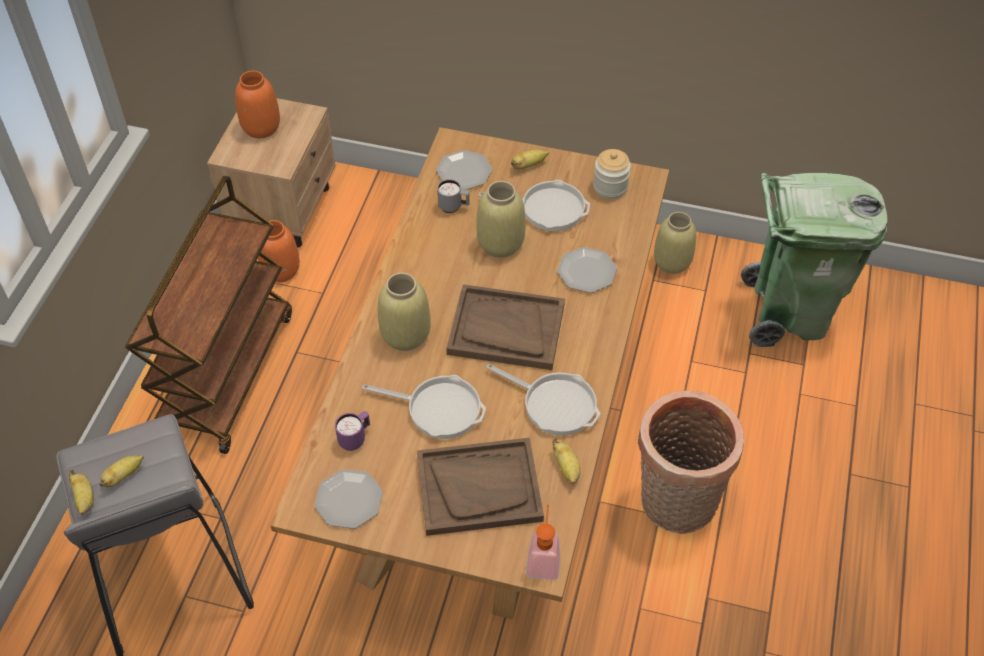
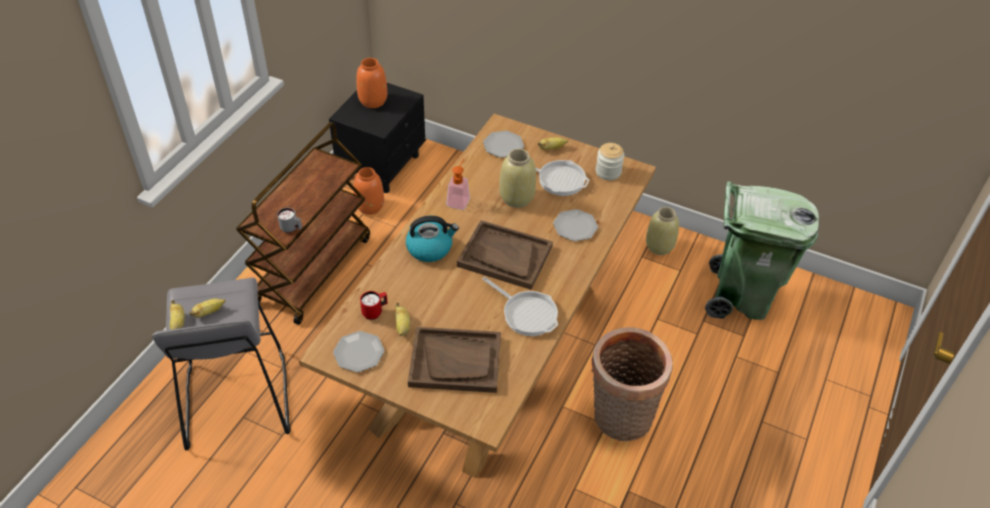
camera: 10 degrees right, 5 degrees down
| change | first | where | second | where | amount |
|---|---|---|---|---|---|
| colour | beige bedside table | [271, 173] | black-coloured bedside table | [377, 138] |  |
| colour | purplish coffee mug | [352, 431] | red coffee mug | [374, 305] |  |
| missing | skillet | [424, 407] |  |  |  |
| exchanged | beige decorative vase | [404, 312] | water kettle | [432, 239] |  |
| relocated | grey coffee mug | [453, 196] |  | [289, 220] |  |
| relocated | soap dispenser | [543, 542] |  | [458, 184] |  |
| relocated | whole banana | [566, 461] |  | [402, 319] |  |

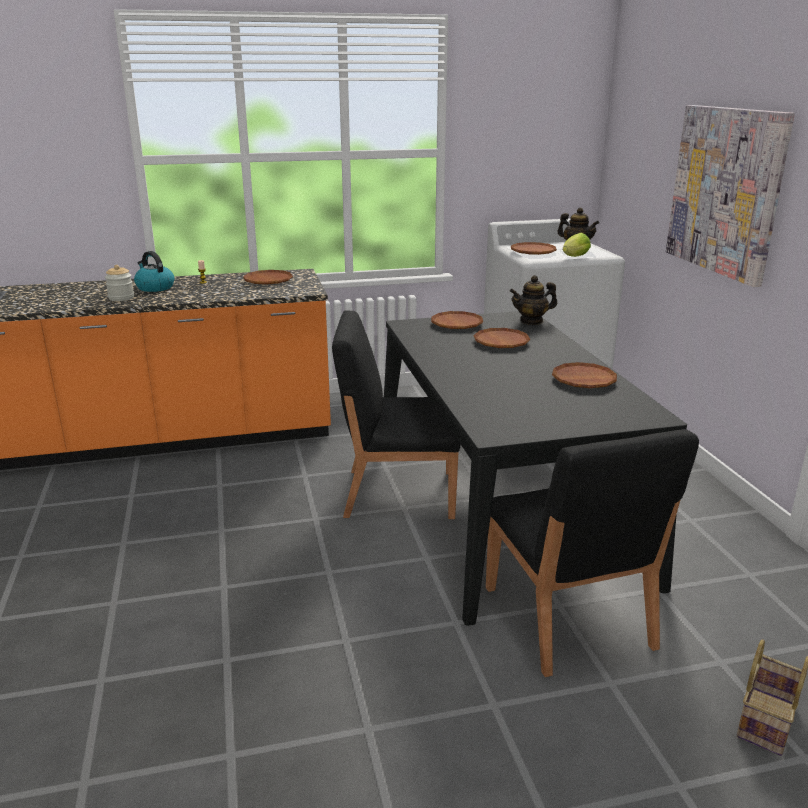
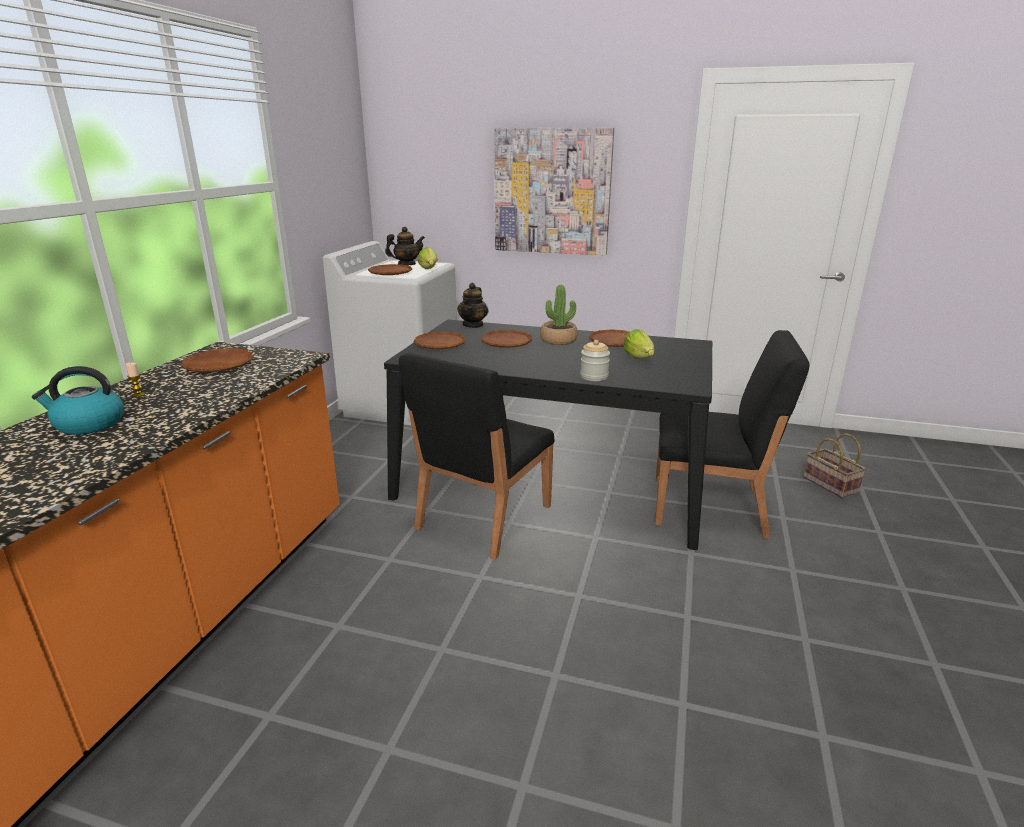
camera: 60 degrees left, 0 degrees up
| change | first | where | second | where | amount |
|---|---|---|---|---|---|
| relocated | storage jar | [119, 283] |  | [595, 360] |  |
| appeared |  |  | houseplant | [559, 315] |  |
| appeared |  |  | head of lettuce | [638, 344] |  |

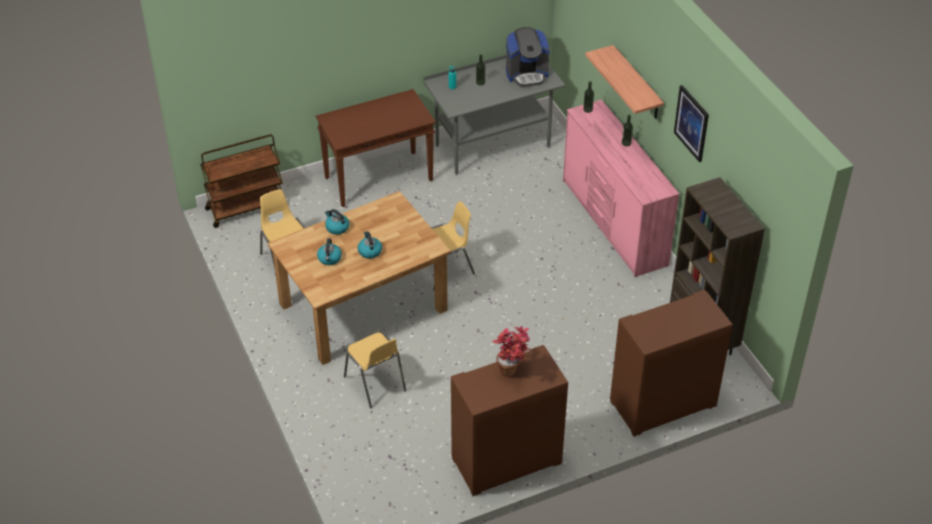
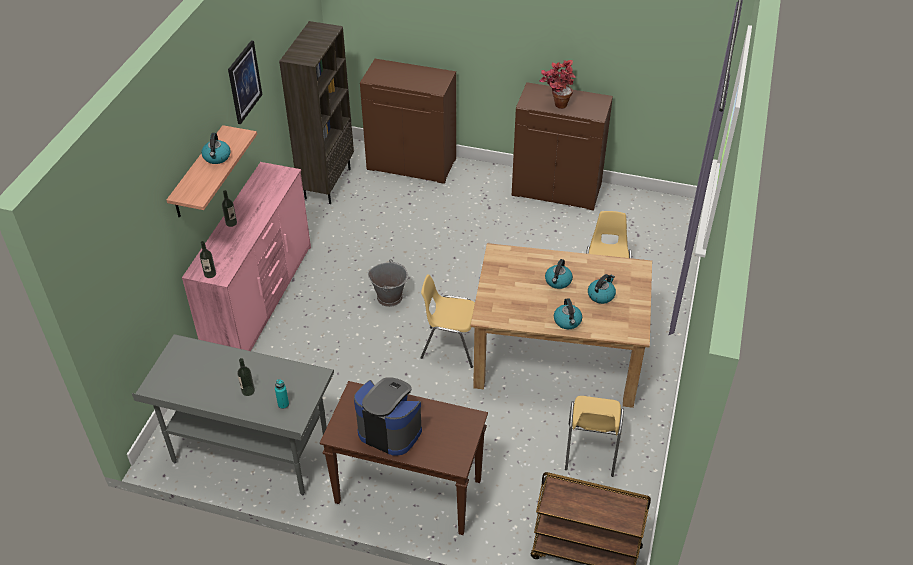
camera: 140 degrees left, 0 degrees up
| change | first | where | second | where | amount |
|---|---|---|---|---|---|
| relocated | coffee maker | [528, 57] |  | [388, 416] |  |
| appeared |  |  | water kettle | [215, 148] |  |
| appeared |  |  | grey pail | [388, 283] |  |

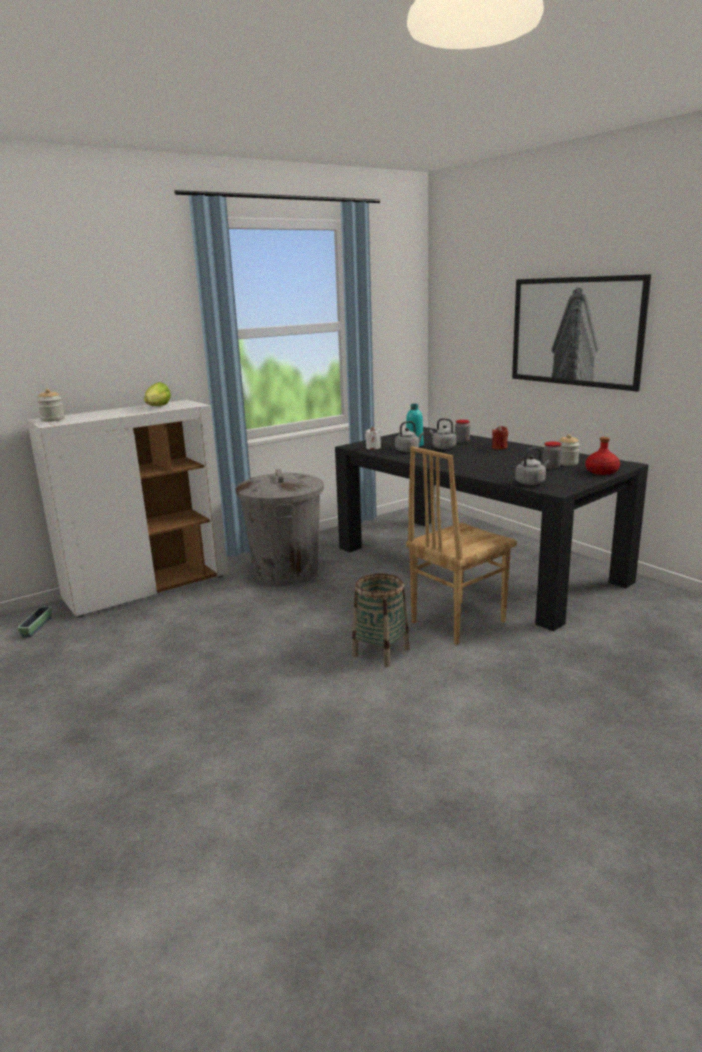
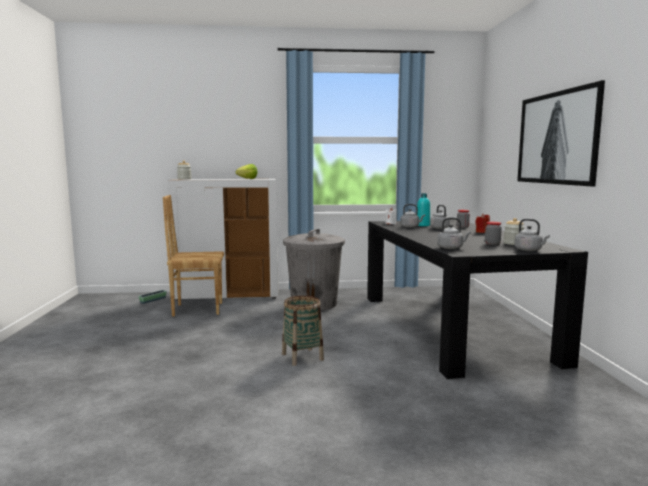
camera: 30 degrees right, 10 degrees down
| change | first | where | second | where | amount |
|---|---|---|---|---|---|
| relocated | brown-coloured chair | [461, 545] |  | [193, 255] |  |
| exchanged | red drink bottle | [602, 456] | grey water kettle | [532, 235] |  |

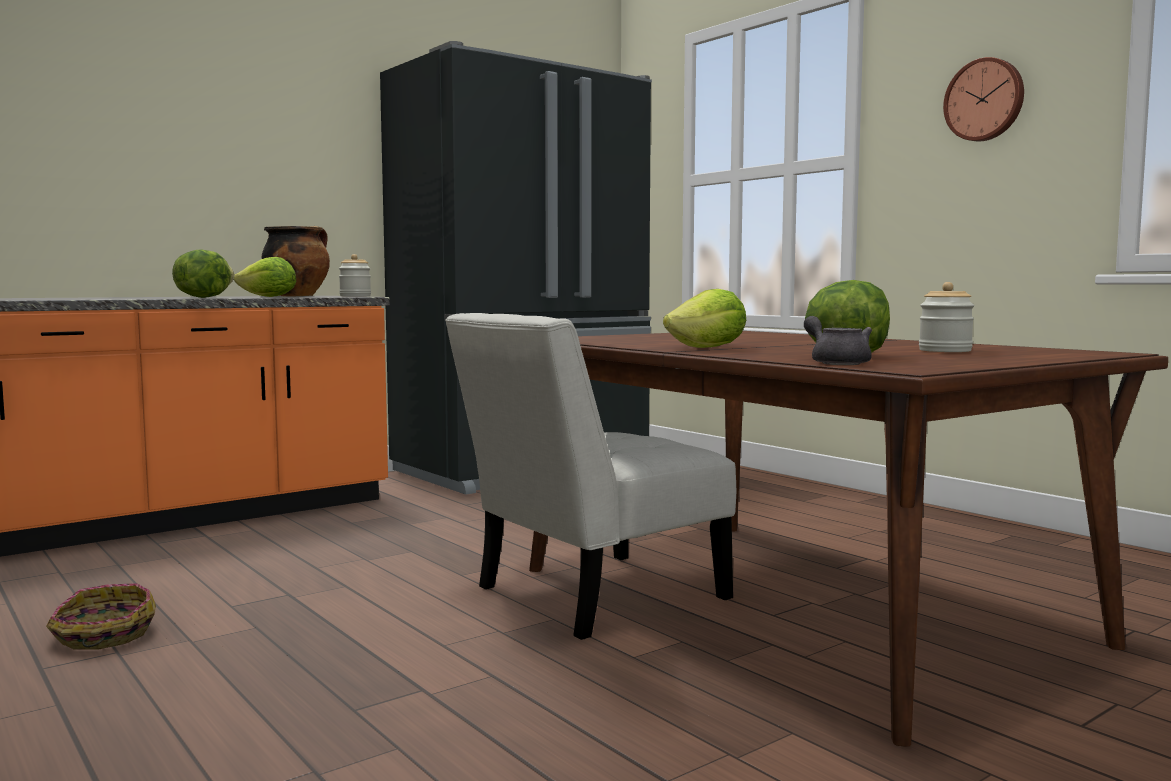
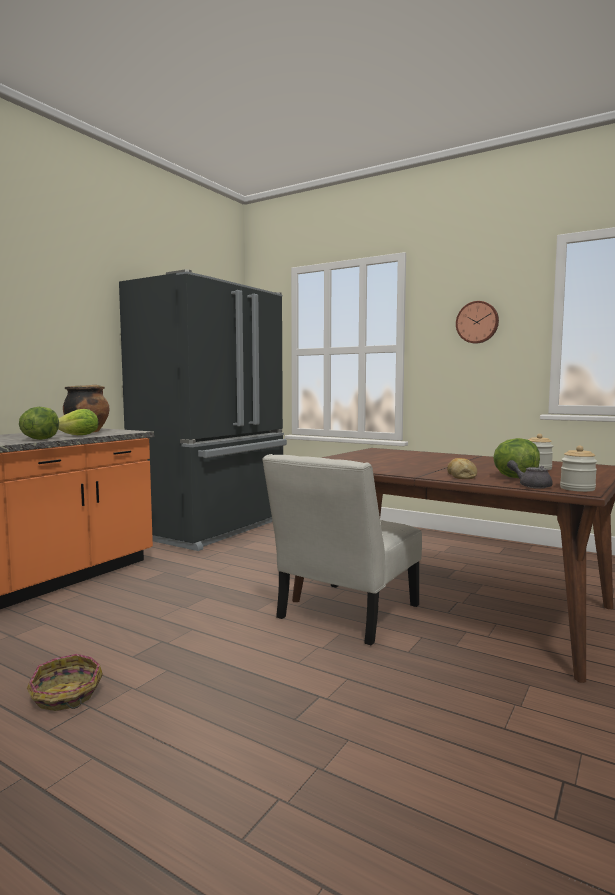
camera: 20 degrees left, 0 degrees up
| change | first | where | second | where | amount |
|---|---|---|---|---|---|
| relocated | storage jar | [355, 275] |  | [578, 469] |  |
| missing | head of lettuce | [704, 318] |  |  |  |
| appeared |  |  | bakery bread | [462, 468] |  |

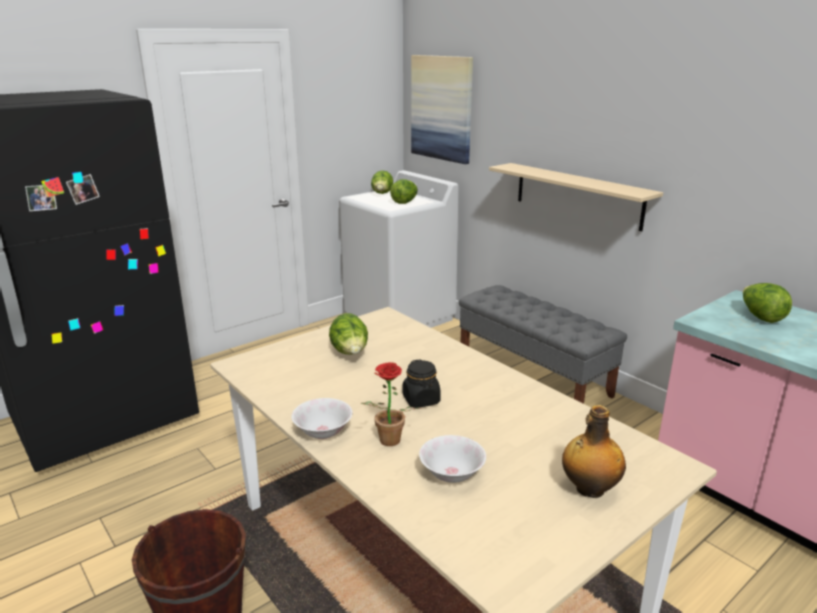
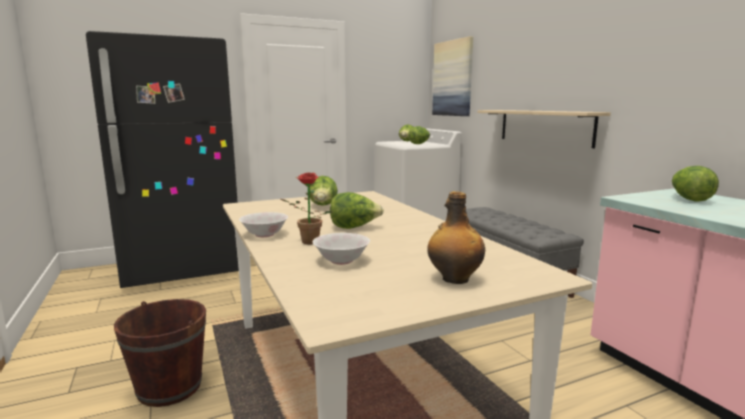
camera: 15 degrees right, 10 degrees down
| change | first | where | second | where | amount |
|---|---|---|---|---|---|
| exchanged | black-coloured storage jar | [422, 383] | head of lettuce | [357, 210] |  |

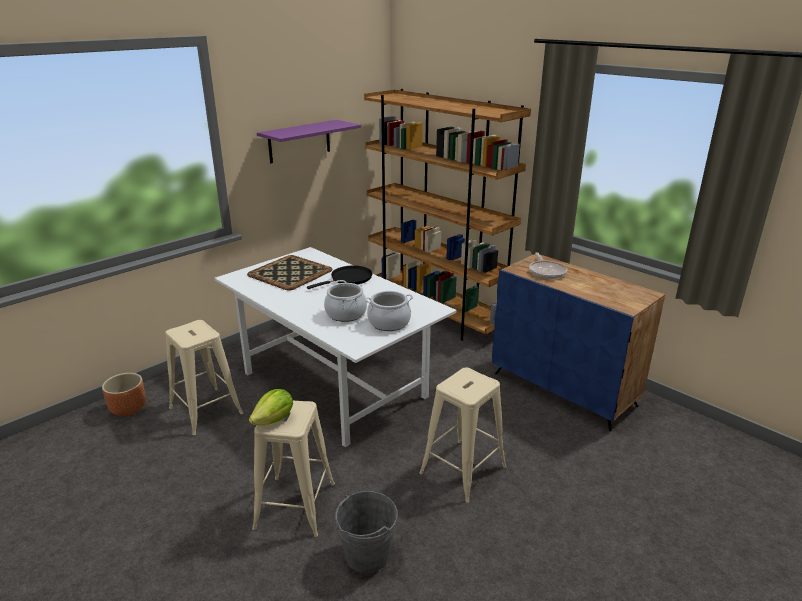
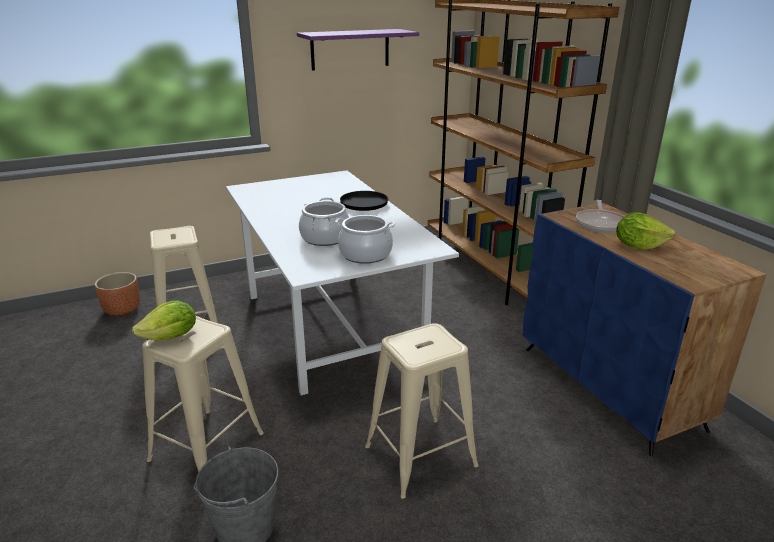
camera: 20 degrees right, 0 degrees up
| change | first | where | second | where | amount |
|---|---|---|---|---|---|
| missing | tray | [289, 273] |  |  |  |
| appeared |  |  | head of lettuce | [645, 231] |  |

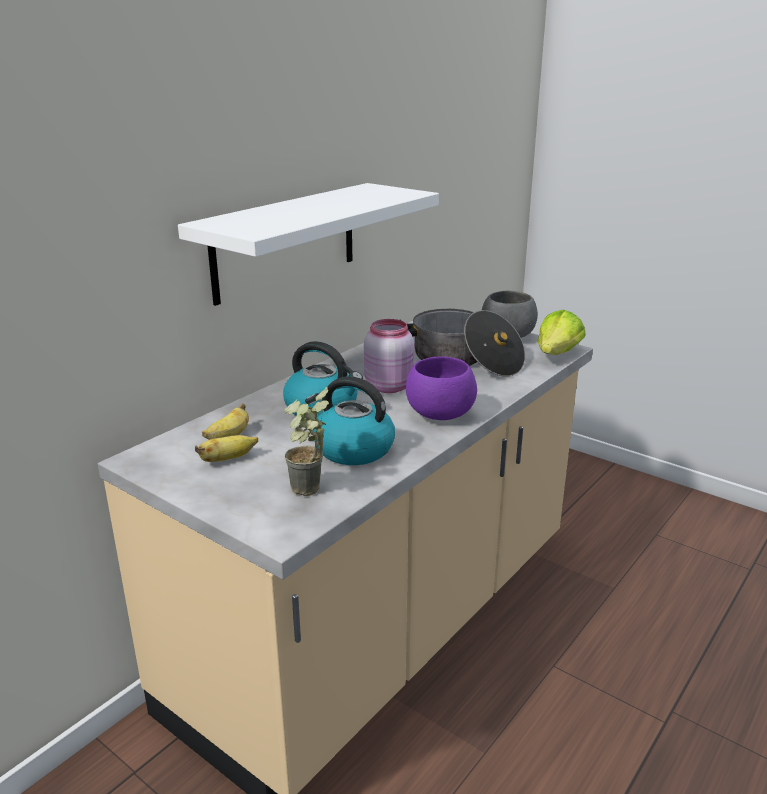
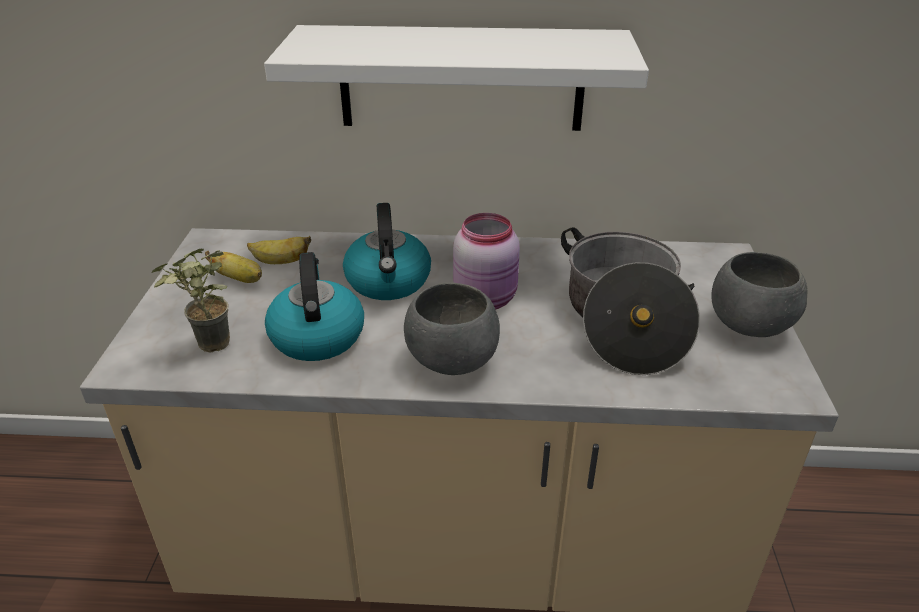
camera: 55 degrees right, 10 degrees up
| change | first | where | second | where | amount |
|---|---|---|---|---|---|
| colour | purplish bowl | [441, 388] | grey bowl | [452, 328] |  |
| missing | head of lettuce | [562, 332] |  |  |  |

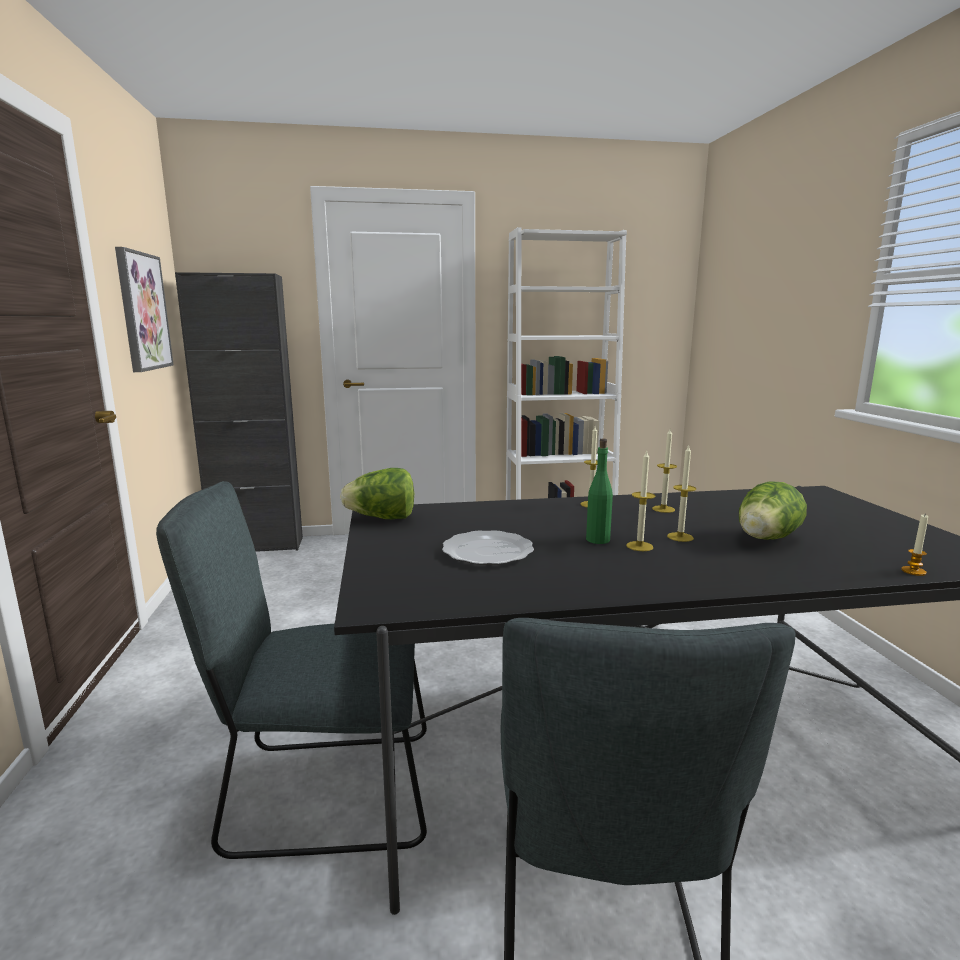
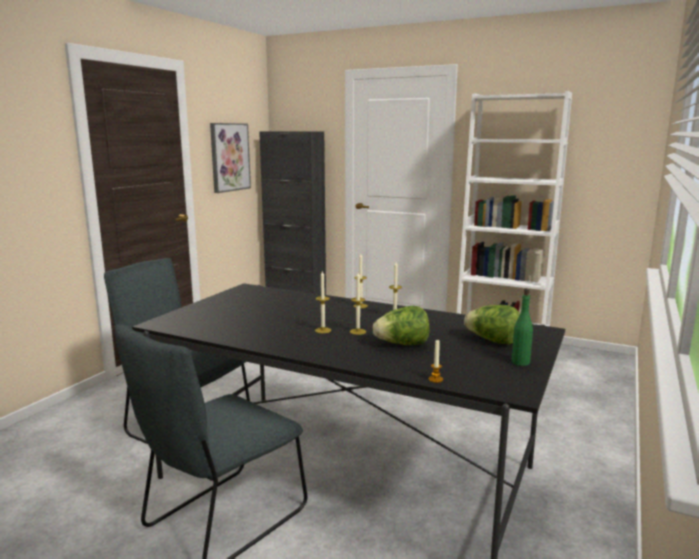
camera: 35 degrees right, 0 degrees up
| change | first | where | second | where | amount |
|---|---|---|---|---|---|
| relocated | head of lettuce | [377, 493] |  | [492, 325] |  |
| missing | flat dish | [488, 547] |  |  |  |
| relocated | greenish drink bottle | [599, 491] |  | [522, 327] |  |

